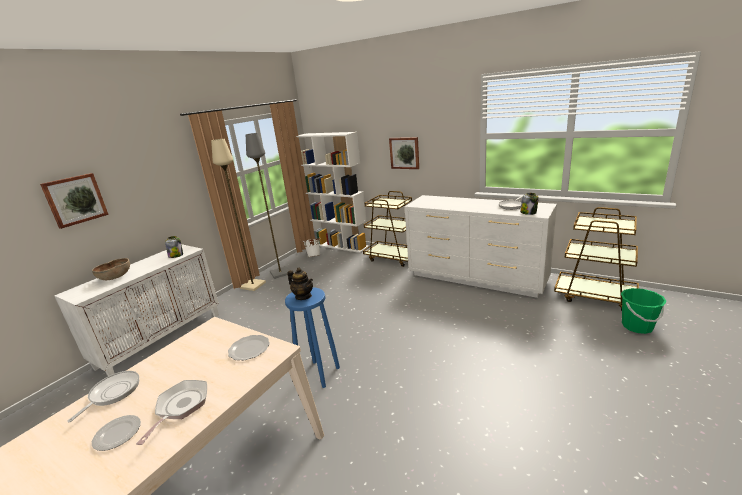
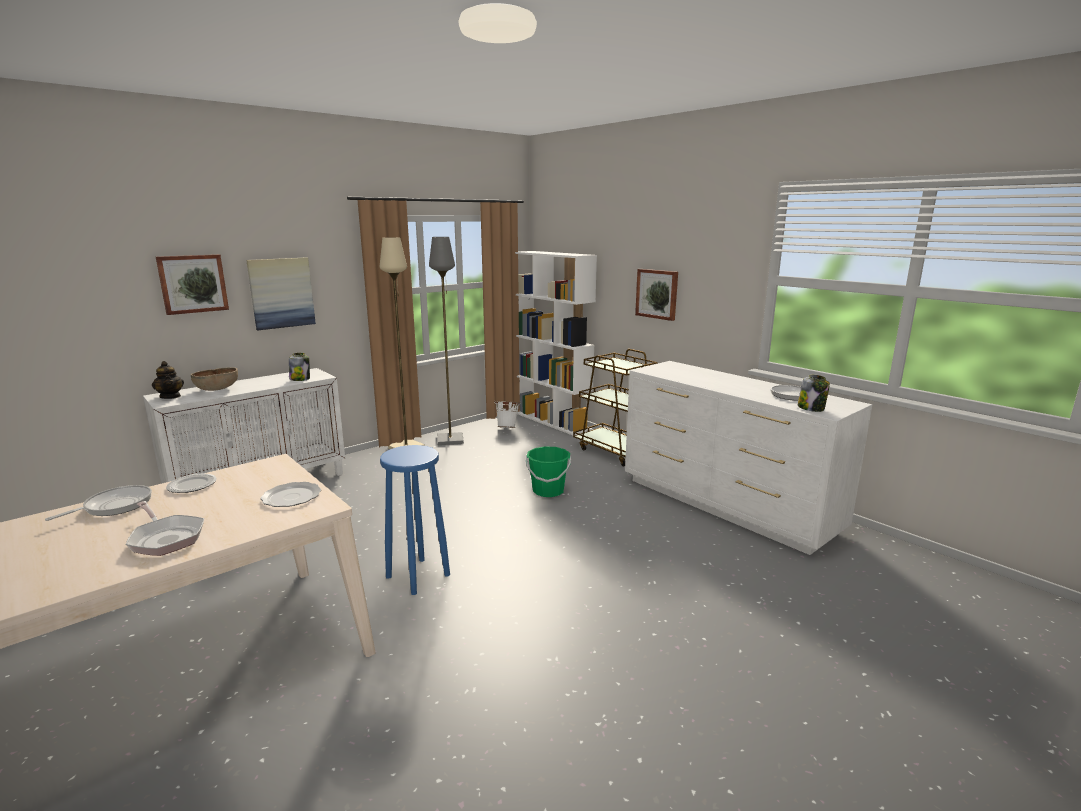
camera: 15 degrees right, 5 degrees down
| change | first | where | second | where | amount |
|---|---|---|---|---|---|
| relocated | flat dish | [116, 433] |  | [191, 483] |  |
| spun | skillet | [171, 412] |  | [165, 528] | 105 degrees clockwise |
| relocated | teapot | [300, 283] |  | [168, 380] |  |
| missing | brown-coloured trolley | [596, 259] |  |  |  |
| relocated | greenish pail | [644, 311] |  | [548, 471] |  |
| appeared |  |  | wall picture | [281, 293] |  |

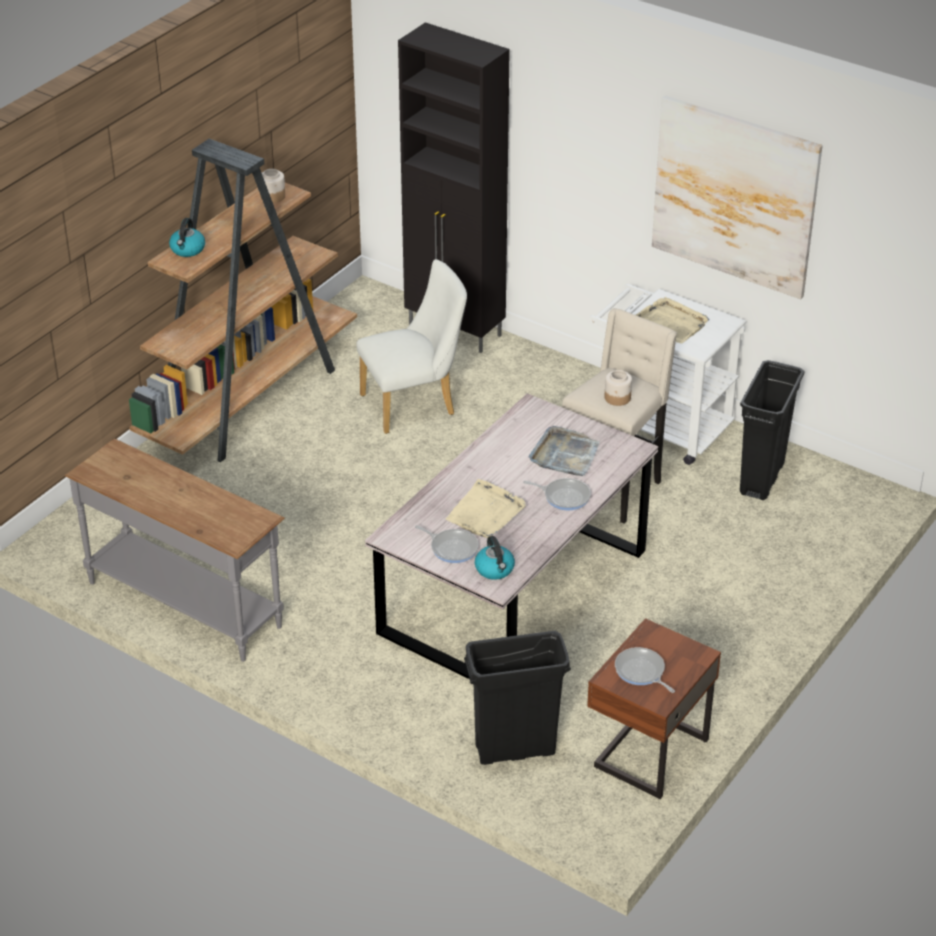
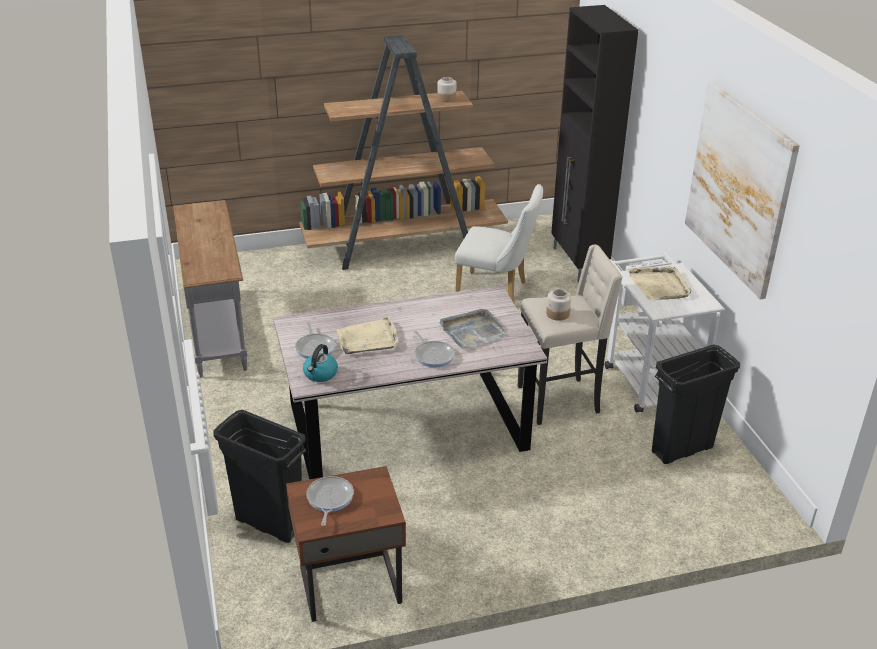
camera: 40 degrees right, 5 degrees down
| change | first | where | second | where | amount |
|---|---|---|---|---|---|
| missing | water kettle | [187, 237] |  |  |  |

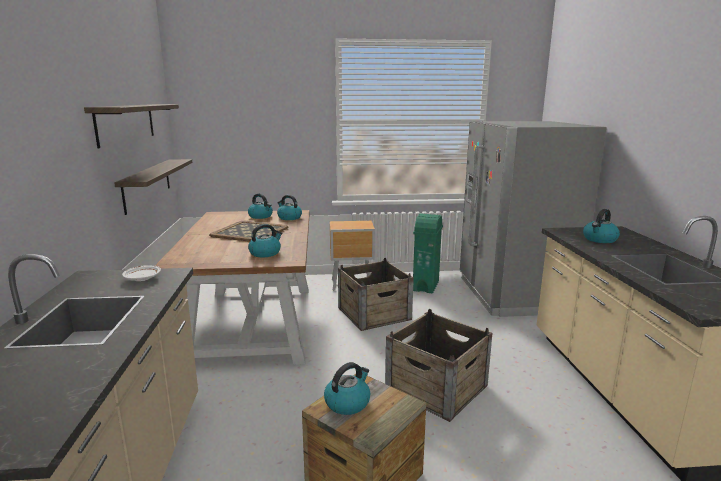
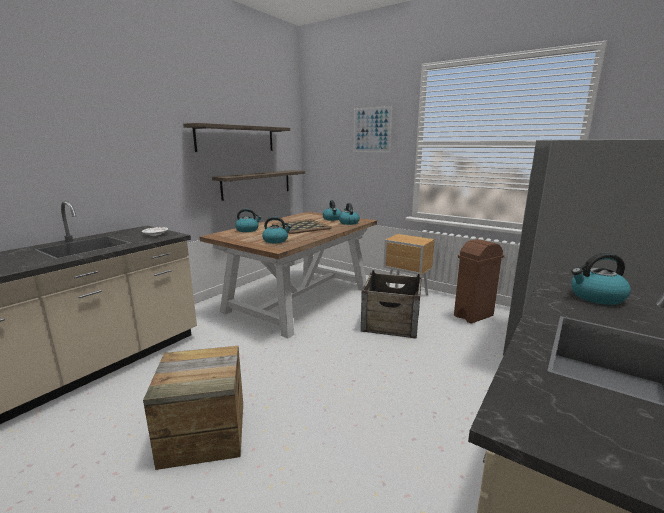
camera: 40 degrees right, 0 degrees up
| change | first | where | second | where | amount |
|---|---|---|---|---|---|
| relocated | water kettle | [347, 388] |  | [248, 220] |  |
| missing | shipping crate | [438, 365] |  |  |  |
| colour | greenish trash can | [428, 253] | brown-coloured trash can | [479, 281] |  |
| appeared |  |  | wall picture | [373, 129] |  |

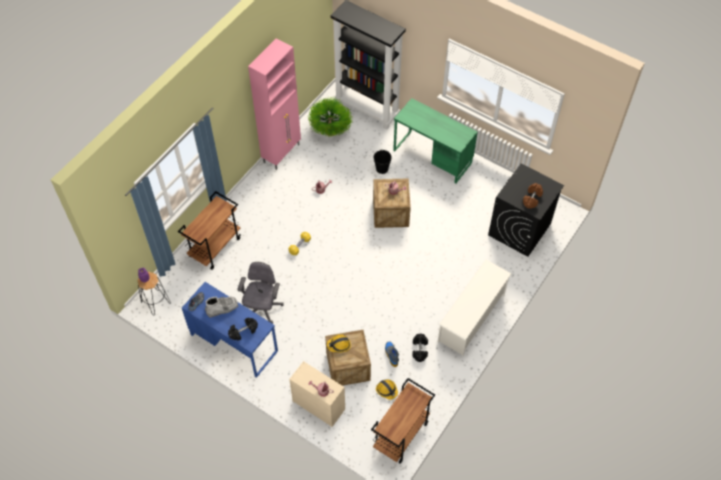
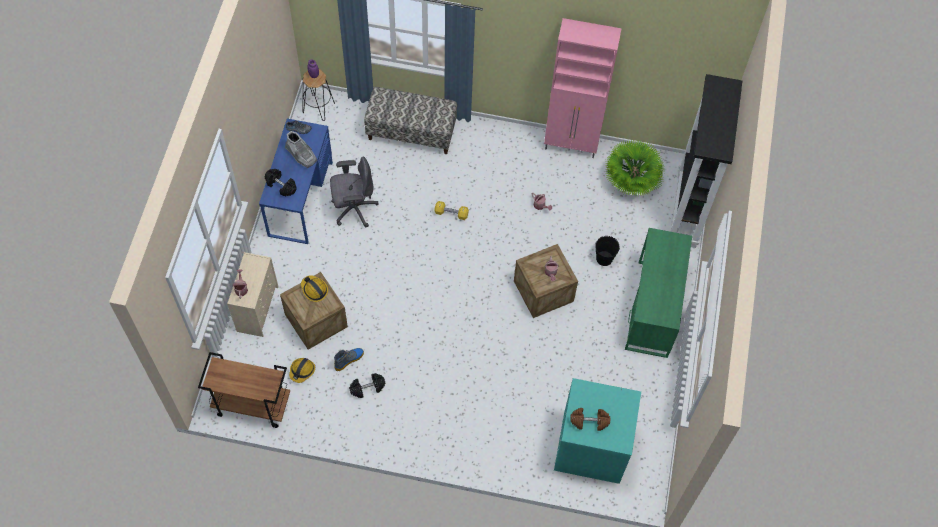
camera: 65 degrees right, 5 degrees up
| change | first | where | second | where | amount |
|---|---|---|---|---|---|
| exchanged | brown-coloured trolley | [209, 230] | indoor bench | [410, 120] |  |
| missing | white shoe stand | [474, 307] |  |  |  |
| colour | black-coloured laundry appliance | [526, 210] | turquoise laundry appliance | [597, 431] |  |

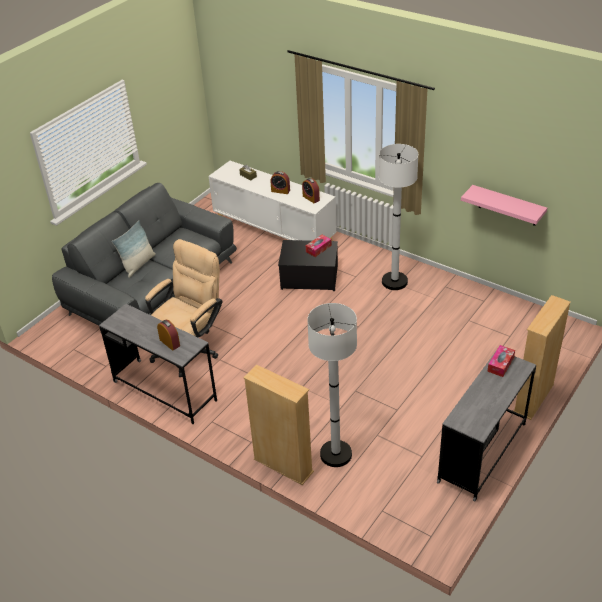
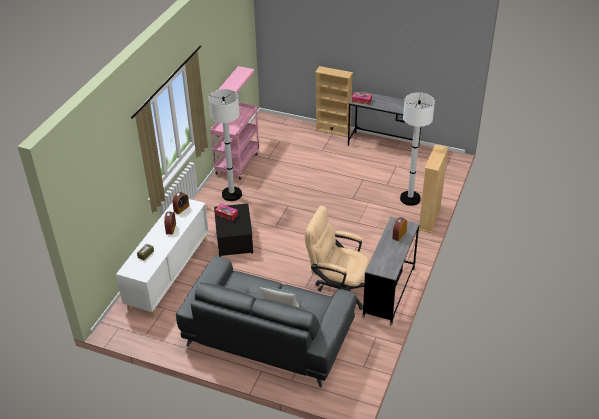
camera: 105 degrees left, 0 degrees up
| change | first | where | second | where | amount |
|---|---|---|---|---|---|
| appeared |  |  | pink trolley | [235, 141] |  |

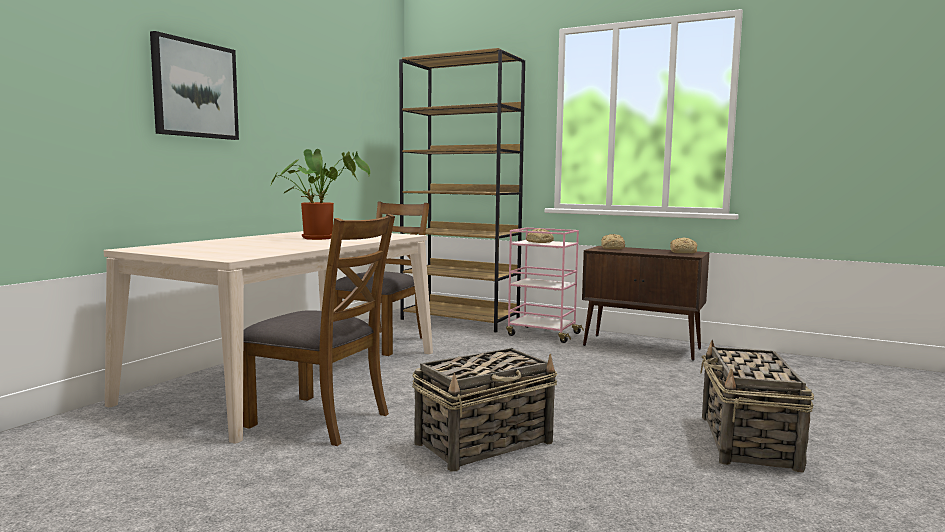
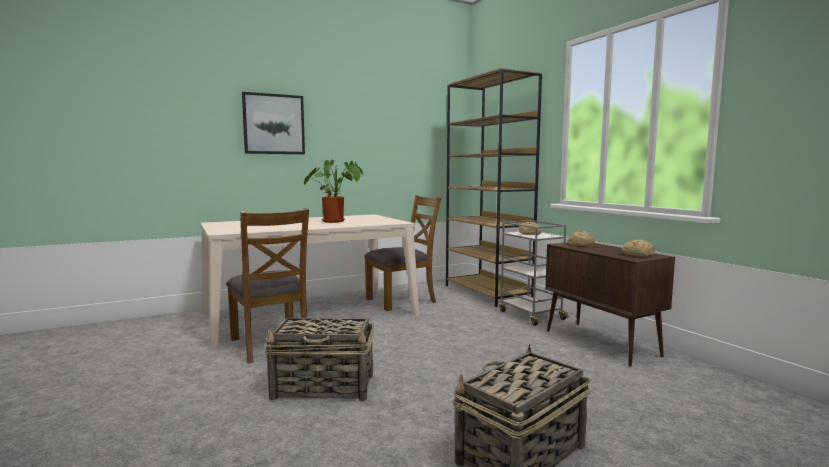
camera: 35 degrees right, 0 degrees up
| change | first | where | second | where | amount |
|---|---|---|---|---|---|
| colour | pink trolley | [545, 285] | grey trolley | [534, 273] |  |

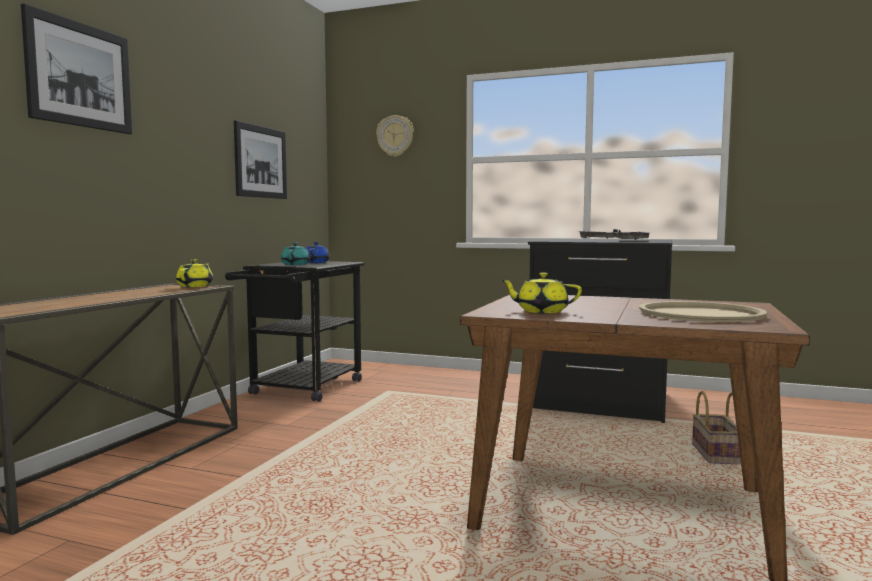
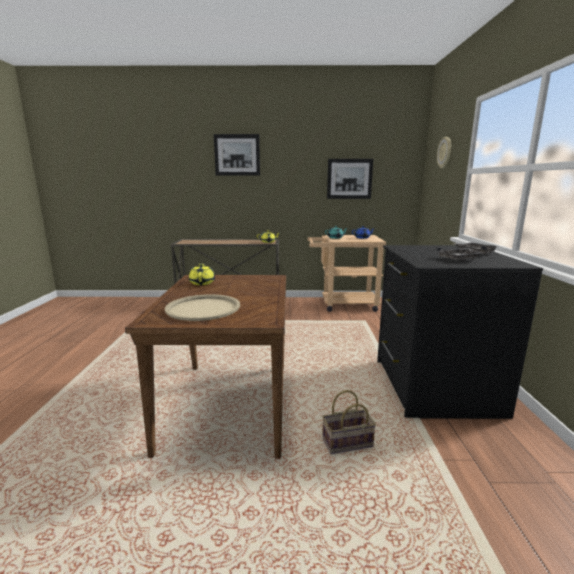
camera: 70 degrees right, 10 degrees up
| change | first | where | second | where | amount |
|---|---|---|---|---|---|
| colour | black-coloured trolley | [294, 331] | beige trolley | [346, 273] |  |

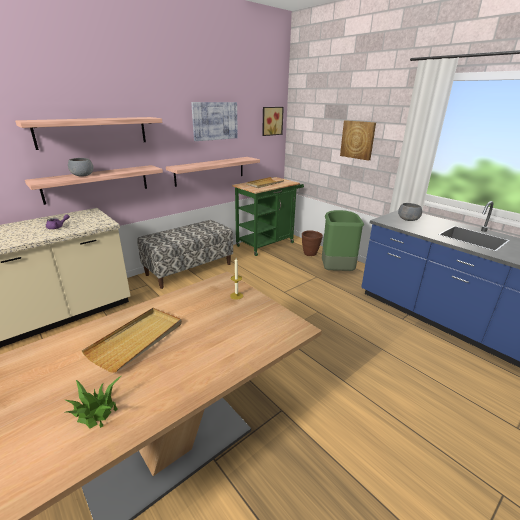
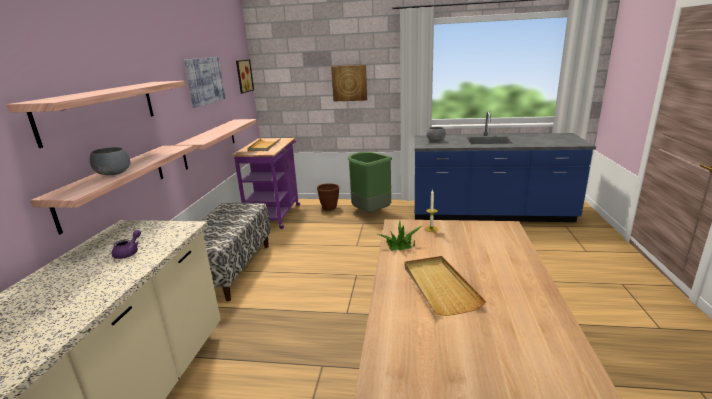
camera: 40 degrees left, 5 degrees down
| change | first | where | second | where | amount |
|---|---|---|---|---|---|
| relocated | houseplant | [92, 402] |  | [399, 236] |  |
| colour | greenish trolley | [268, 216] | purplish trolley | [265, 183] |  |

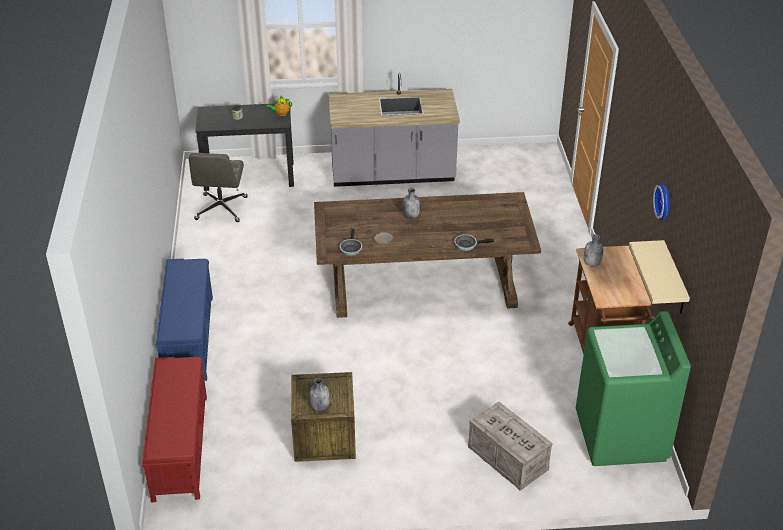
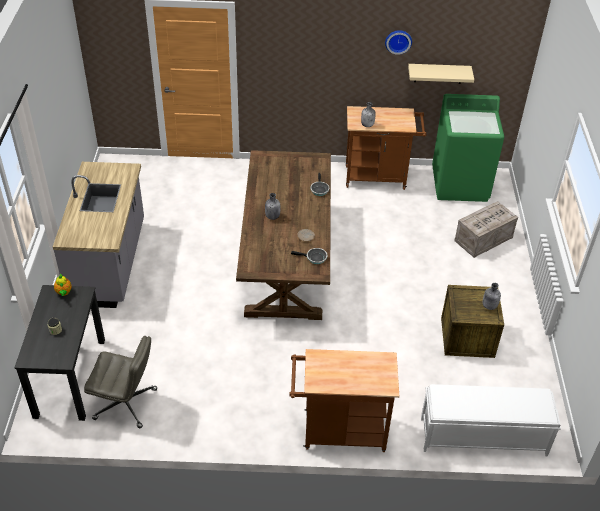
camera: 85 degrees left, 5 degrees up
| change | first | where | second | where | amount |
|---|---|---|---|---|---|
| colour | red indoor bench | [174, 430] | white indoor bench | [491, 420] |  |
| exchanged | bluish indoor bench | [184, 320] | brown-coloured trolley | [344, 400] |  |

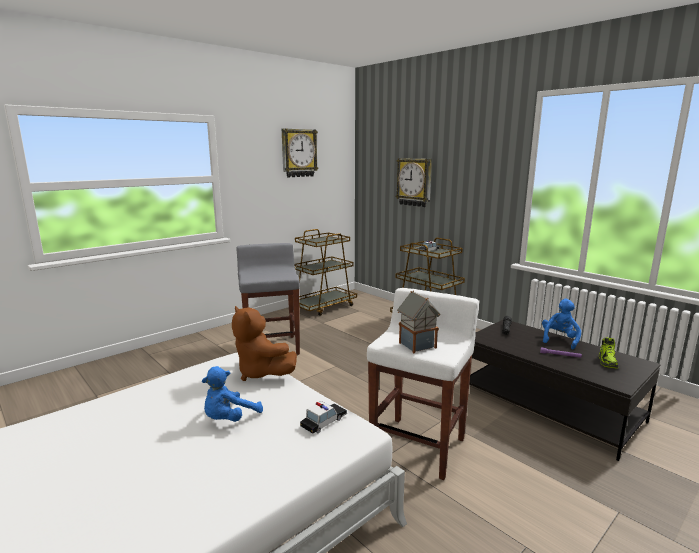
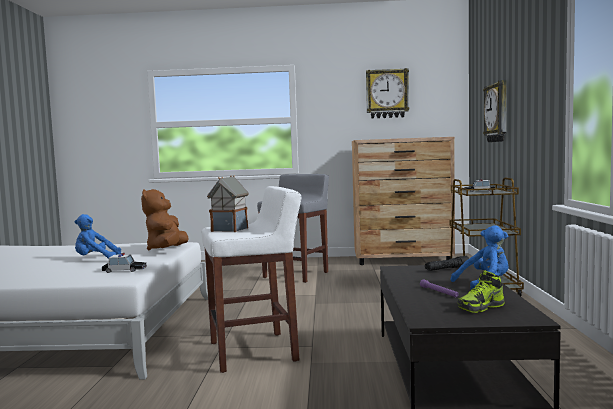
camera: 45 degrees right, 10 degrees down
| change | first | where | second | where | amount |
|---|---|---|---|---|---|
| exchanged | brown-coloured trolley | [325, 272] | brown-coloured dresser | [403, 201] |  |

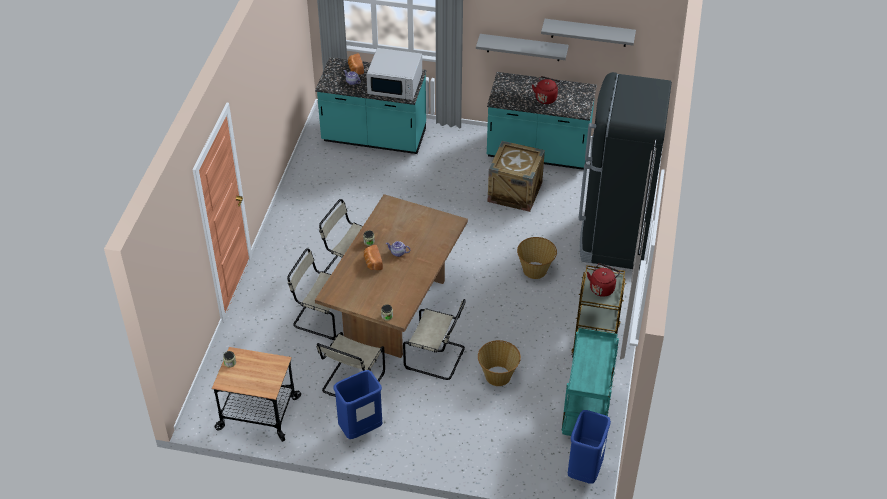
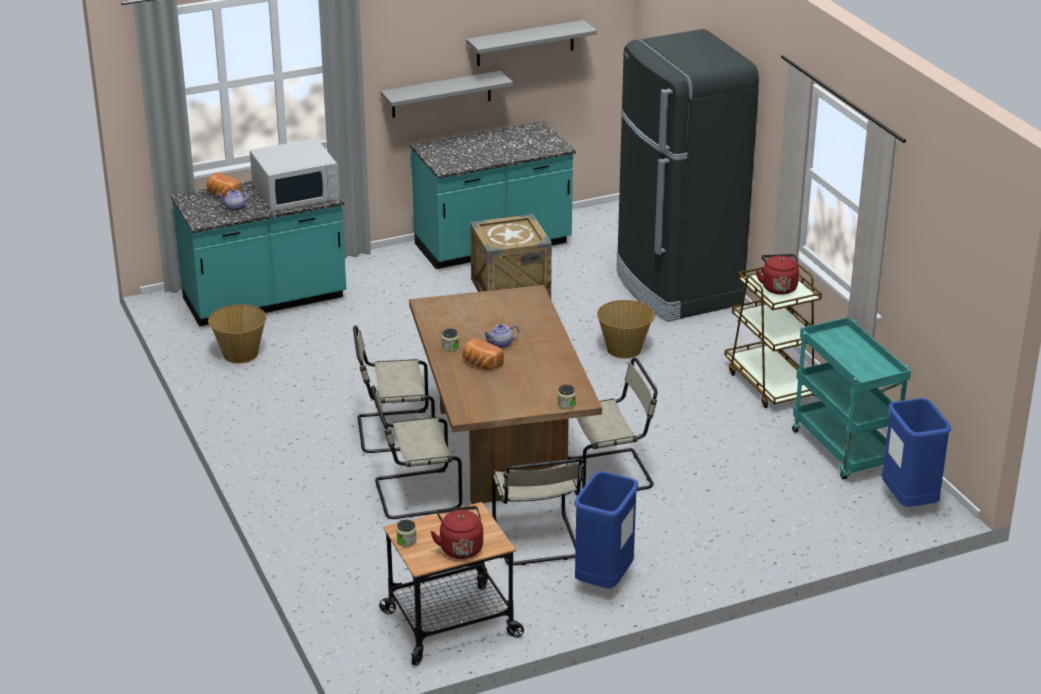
camera: 35 degrees left, 15 degrees down
| change | first | where | second | where | amount |
|---|---|---|---|---|---|
| relocated | basket | [499, 363] |  | [237, 333] |  |
| relocated | red water kettle | [546, 90] |  | [456, 532] |  |

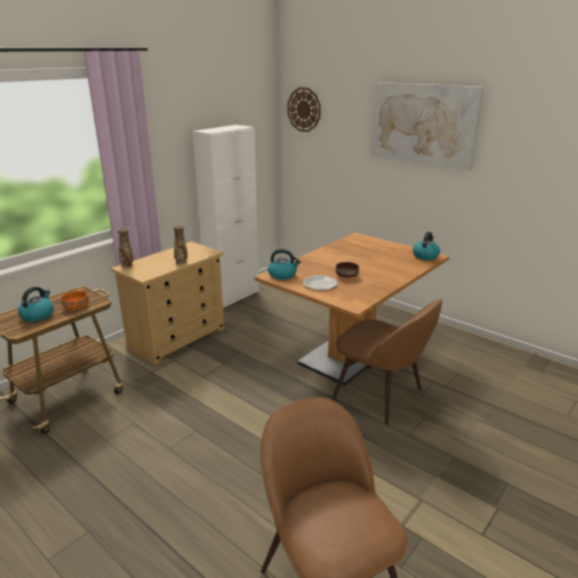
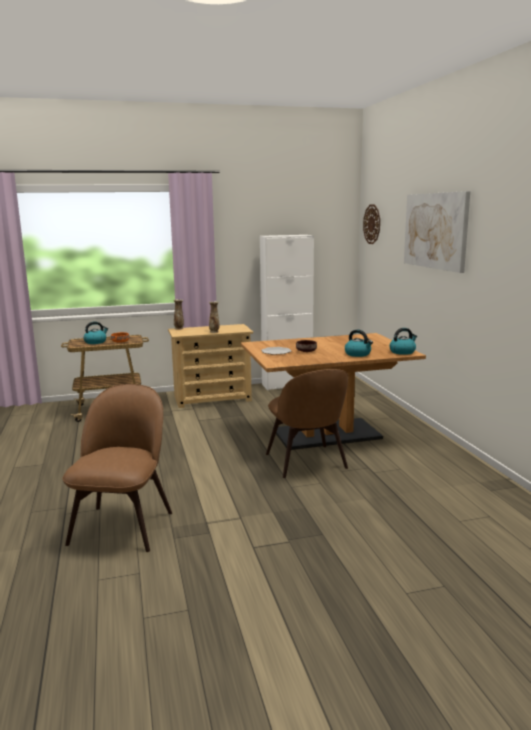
camera: 35 degrees right, 10 degrees down
| change | first | where | second | where | amount |
|---|---|---|---|---|---|
| relocated | water kettle | [284, 264] |  | [359, 343] |  |

